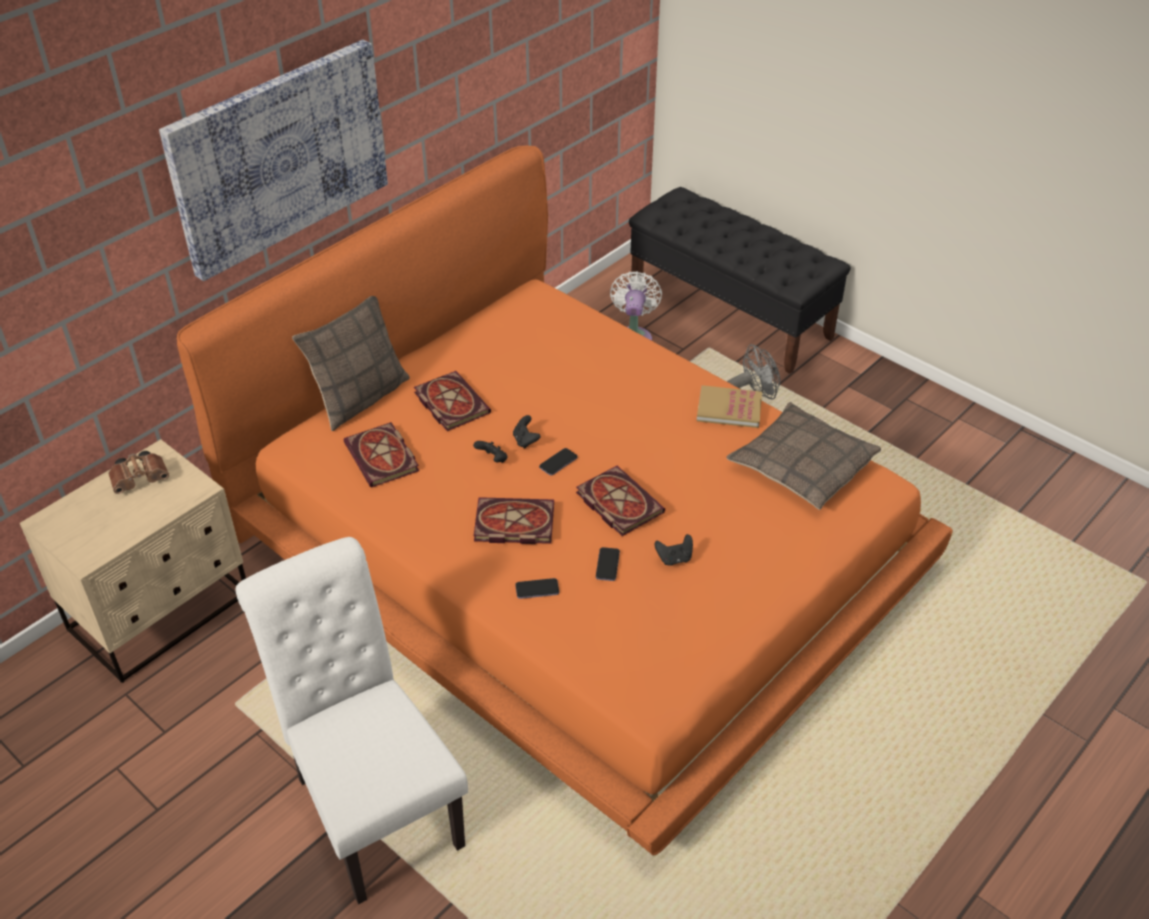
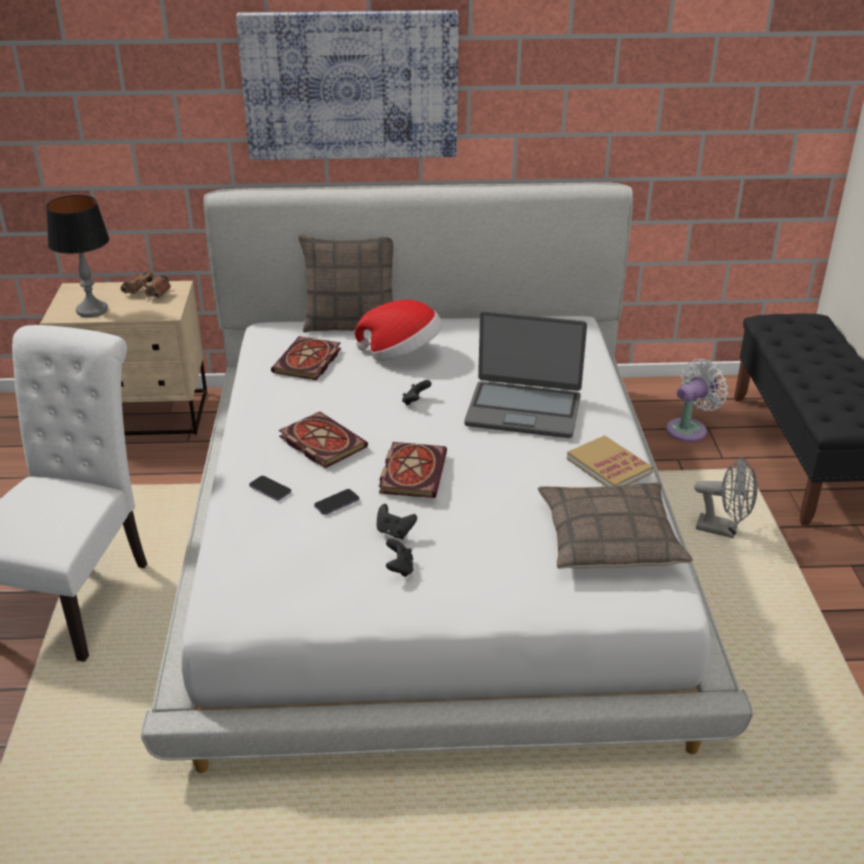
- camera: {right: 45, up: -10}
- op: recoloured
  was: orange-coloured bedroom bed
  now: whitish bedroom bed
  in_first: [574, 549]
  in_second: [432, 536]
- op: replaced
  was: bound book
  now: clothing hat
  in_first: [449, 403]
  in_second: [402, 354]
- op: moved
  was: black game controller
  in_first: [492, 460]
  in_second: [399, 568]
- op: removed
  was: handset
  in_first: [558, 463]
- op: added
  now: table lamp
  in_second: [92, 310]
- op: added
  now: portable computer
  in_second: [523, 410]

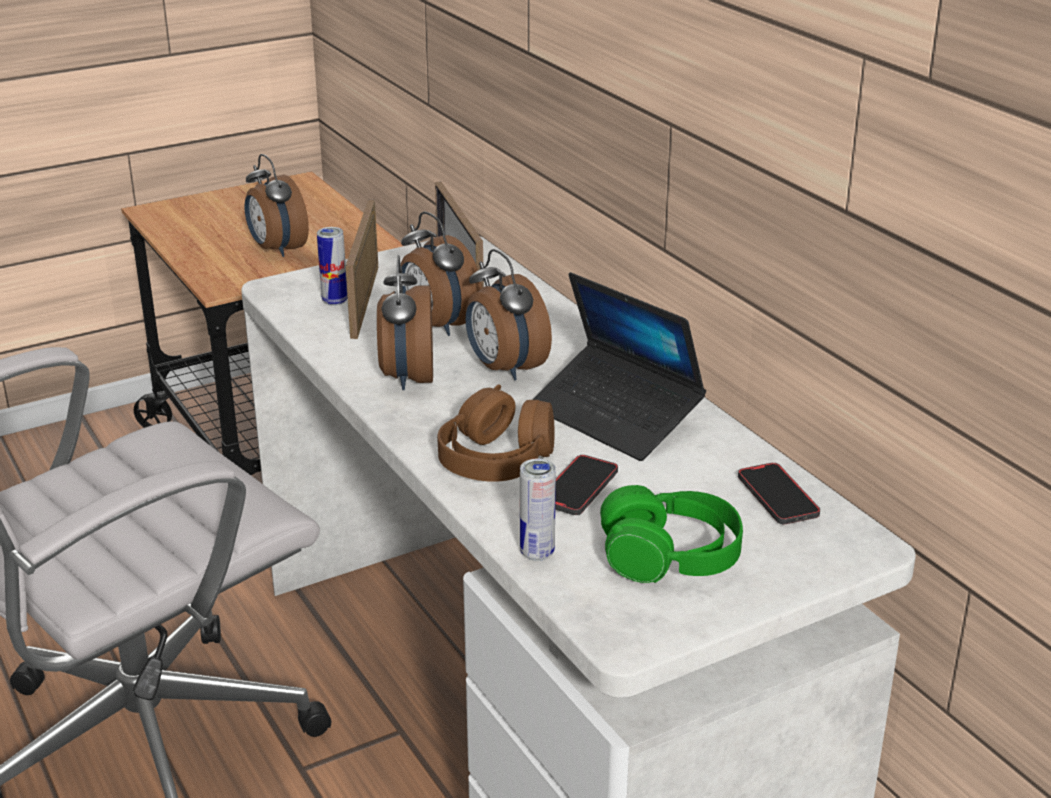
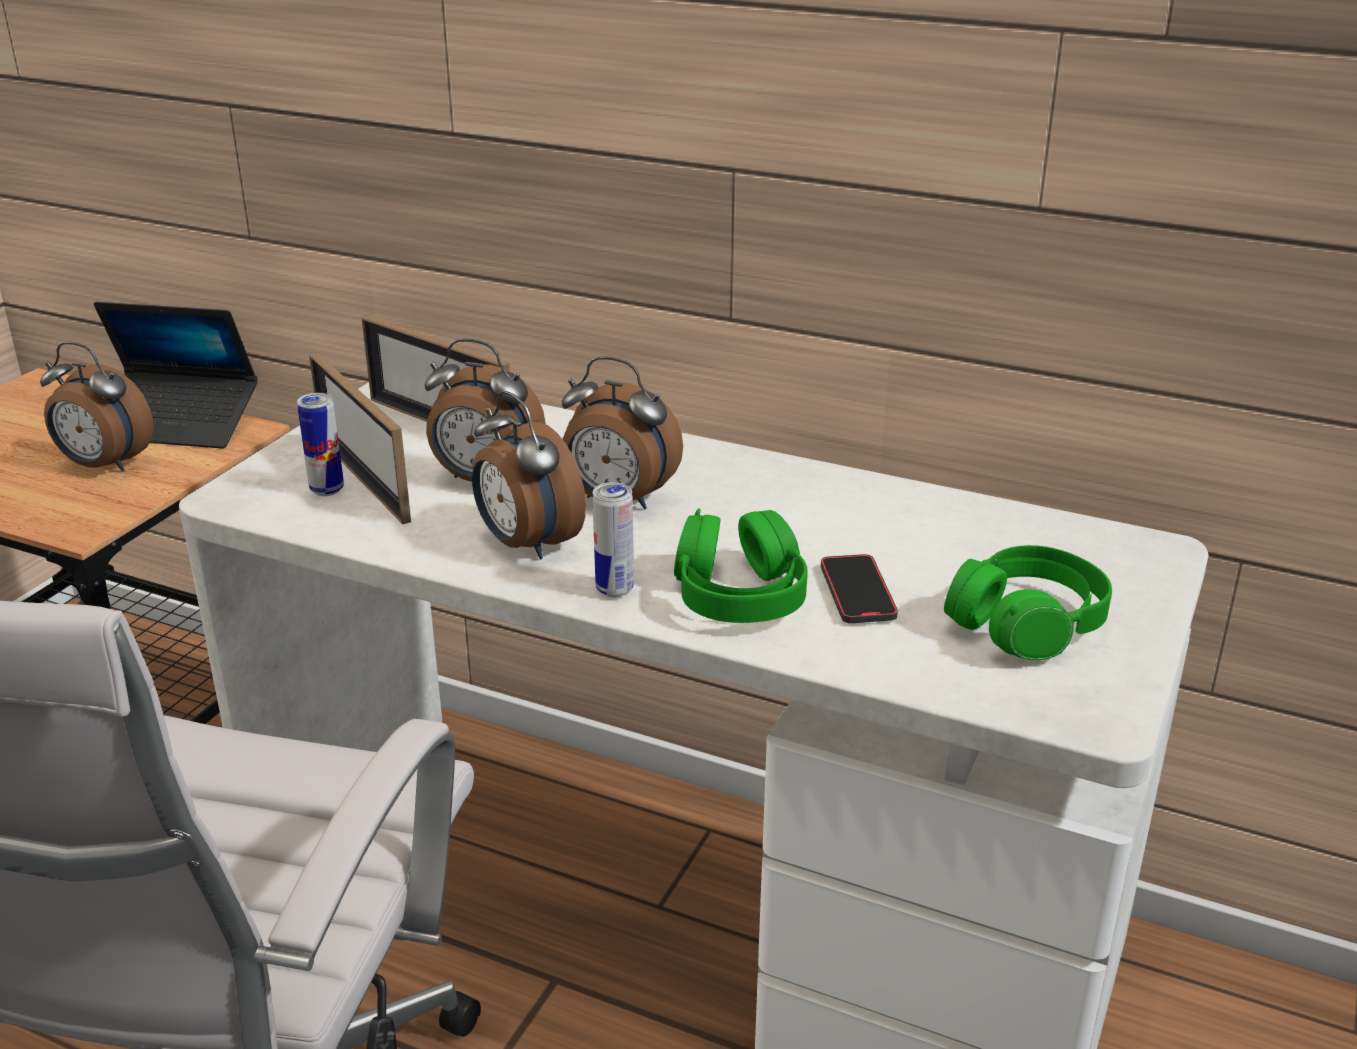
- camera: {right: -35, up: 0}
- op: recoloured
  was: brown headset
  now: greenish headset
  in_first: [496, 459]
  in_second: [739, 595]
- op: moved
  was: sealed can
  in_first: [537, 553]
  in_second: [614, 589]
- op: moved
  was: portable computer
  in_first: [615, 416]
  in_second: [178, 424]
- op: removed
  was: handset
  in_first: [777, 497]

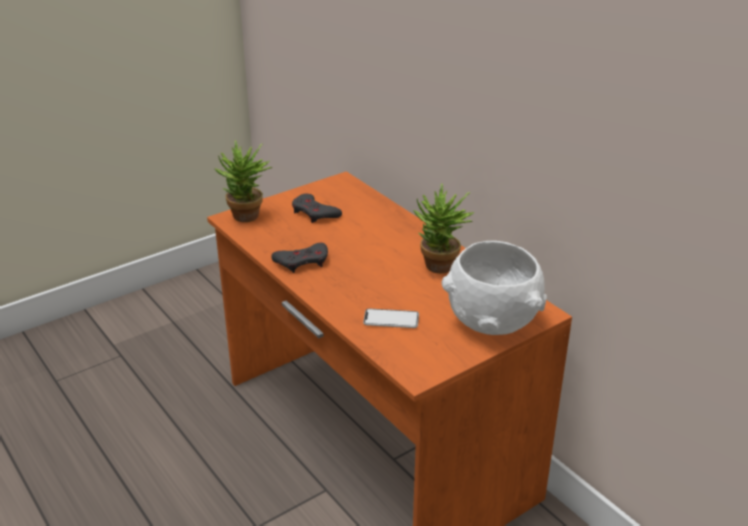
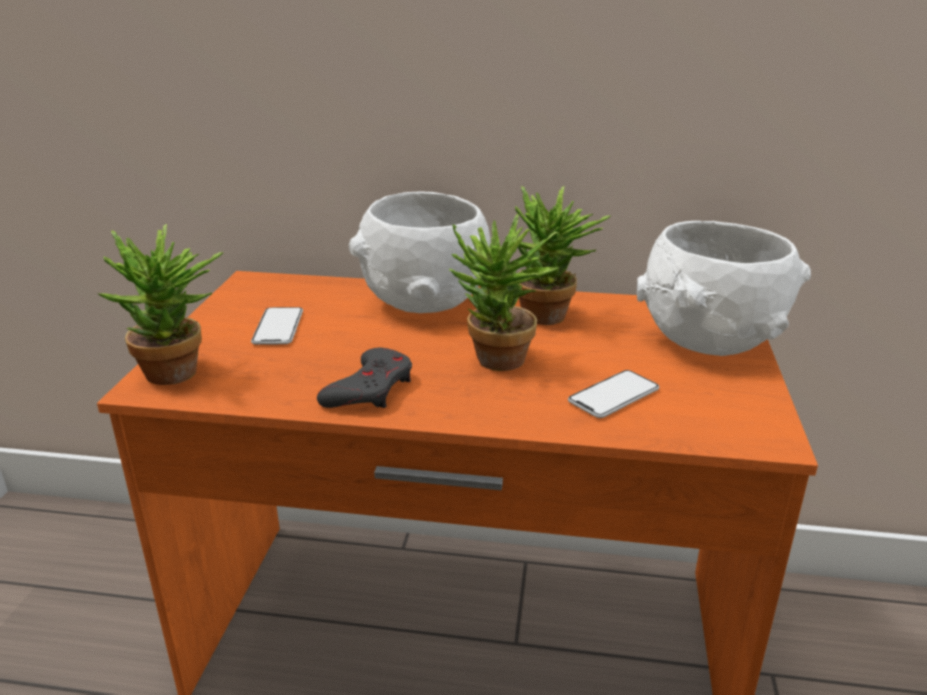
- camera: {right: -45, up: -5}
- op: replaced
  was: gray game controller
  now: handset
  in_first: [314, 213]
  in_second: [278, 327]
- op: added
  now: whitish deep dish
  in_second: [424, 303]
- op: added
  now: houseplant
  in_second: [497, 364]

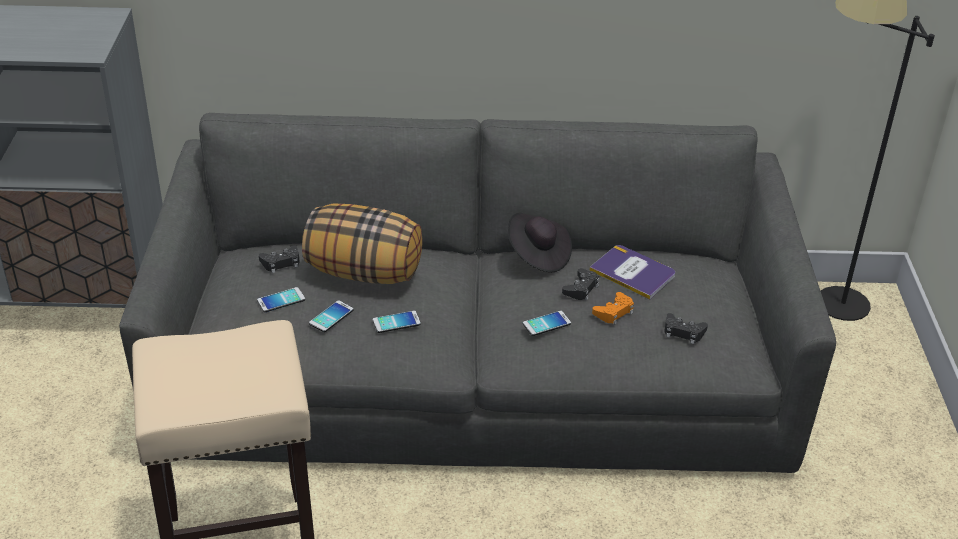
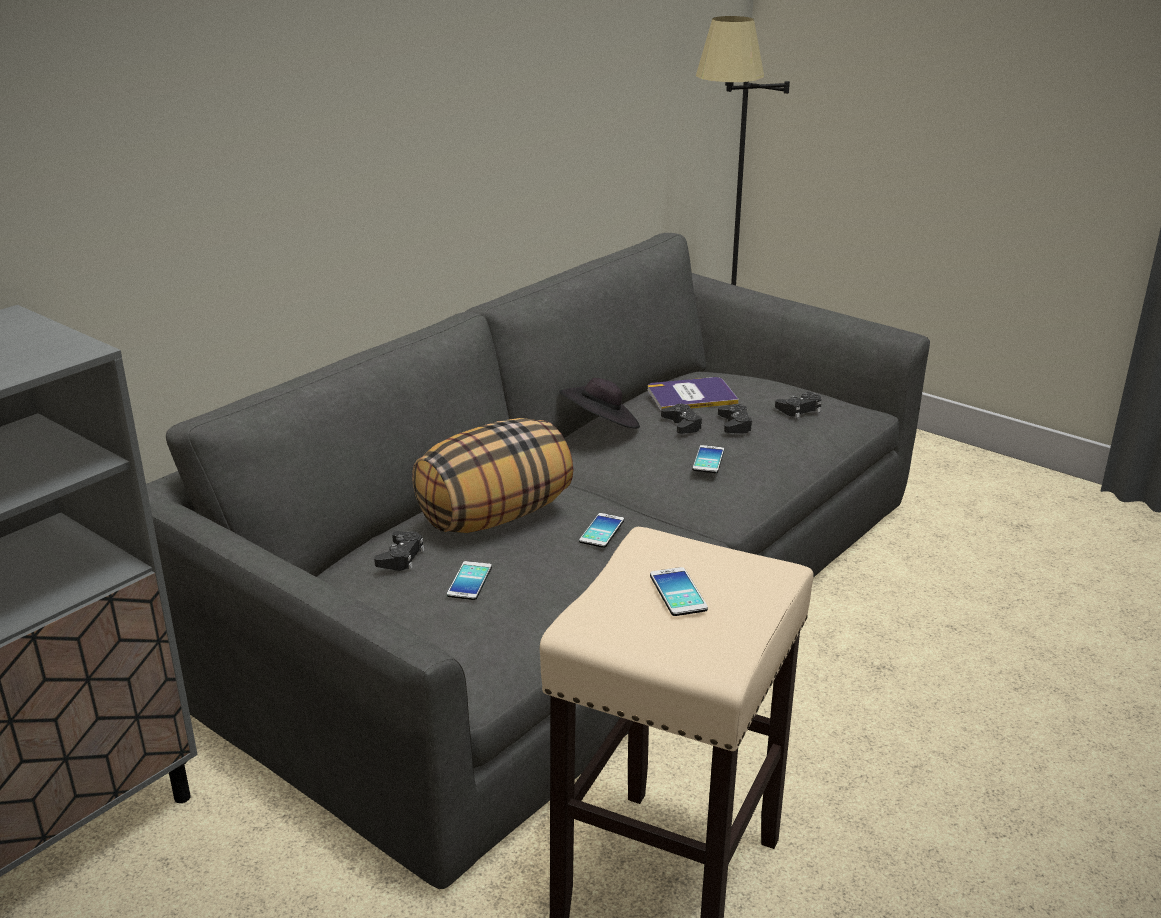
- camera: {right: -50, up: -10}
- op: moved
  was: handset
  in_first: [331, 317]
  in_second: [678, 592]
- op: recoloured
  was: orange-coloured game controller
  now: black game controller
  in_first: [614, 312]
  in_second: [735, 424]

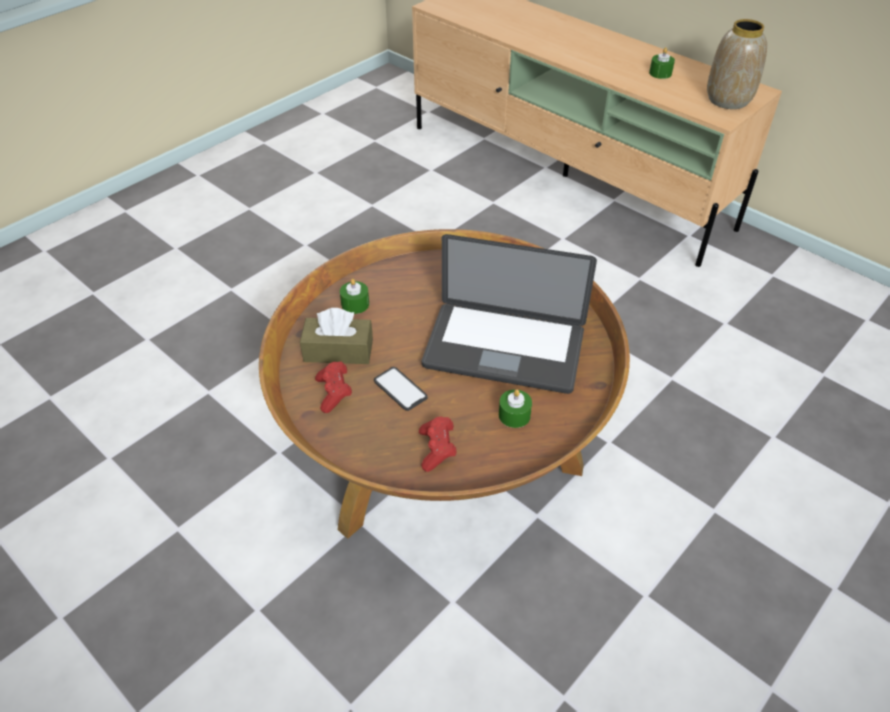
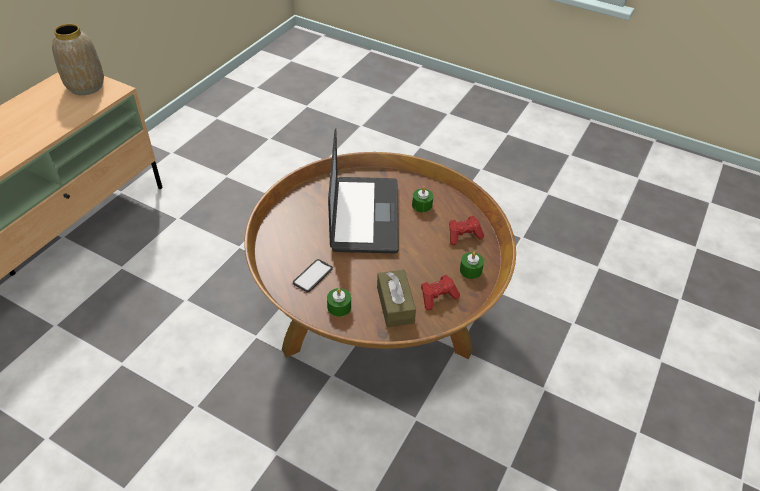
- camera: {right: -105, up: 0}
- op: moved
  was: handset
  in_first: [400, 389]
  in_second: [312, 276]
- op: moved
  was: greenish wax candle
  in_first: [660, 73]
  in_second: [470, 270]

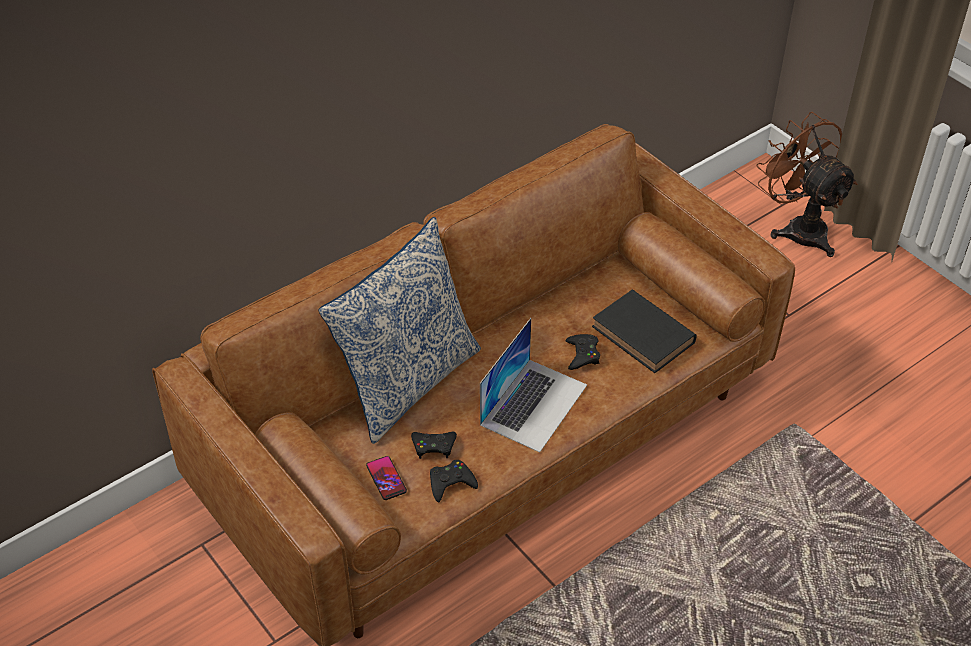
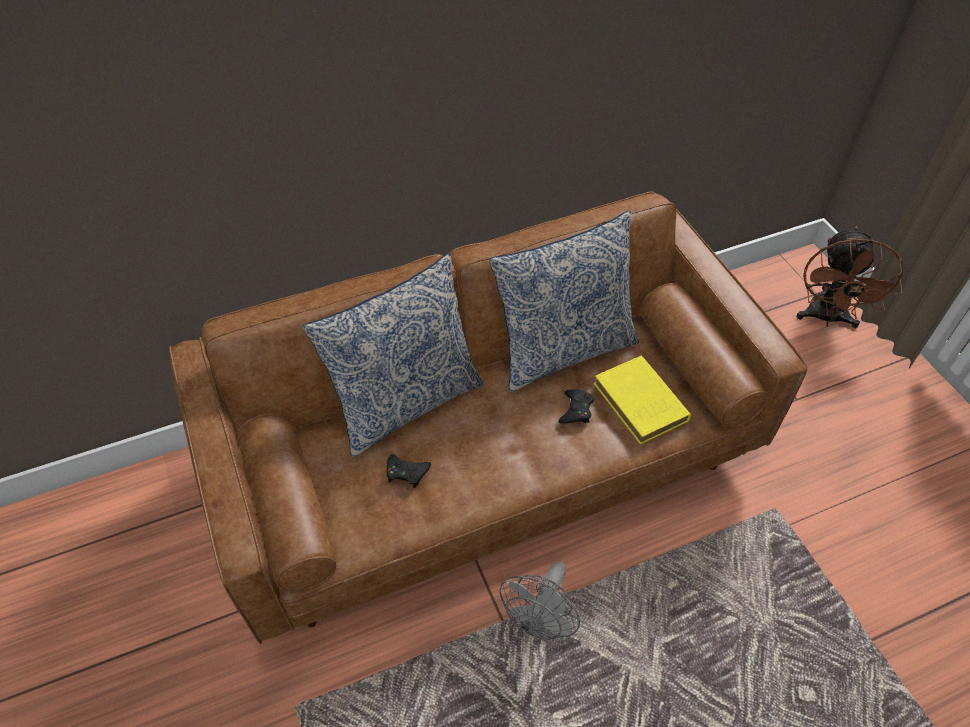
- camera: {right: 15, up: 5}
- op: removed
  was: handset
  in_first: [386, 478]
- op: removed
  was: black game controller
  in_first: [451, 483]
- op: removed
  was: portable computer
  in_first: [534, 404]
- op: recoloured
  was: black bound book
  now: yellow-coloured bound book
  in_first: [645, 336]
  in_second: [642, 404]
- op: turned
  was: brown cooling fan
  in_first: [798, 228]
  in_second: [826, 318]
  clockwise: -150
- op: added
  now: throw pillow
  in_second: [563, 349]
- op: added
  now: gray cooling fan
  in_second: [540, 624]

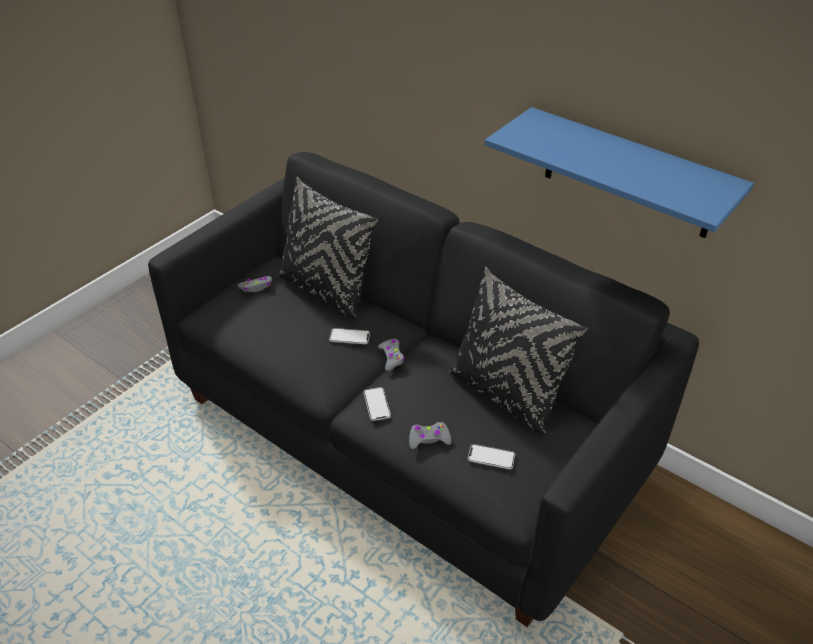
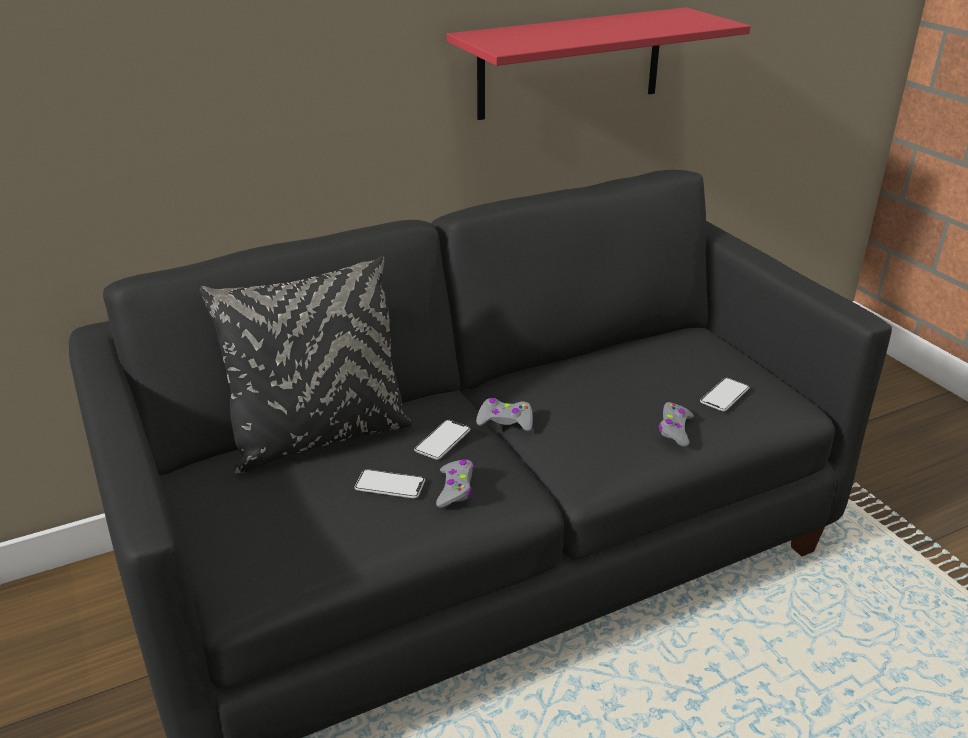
- camera: {right: -65, up: -10}
- op: moved
  was: gray game controller
  in_first: [256, 287]
  in_second: [455, 489]
- op: moved
  was: handset
  in_first: [377, 404]
  in_second: [390, 485]
- op: removed
  was: black throw pillow
  in_first: [505, 395]
- op: recoloured
  was: bluish shelf
  now: red shelf
  in_first: [628, 174]
  in_second: [571, 63]

